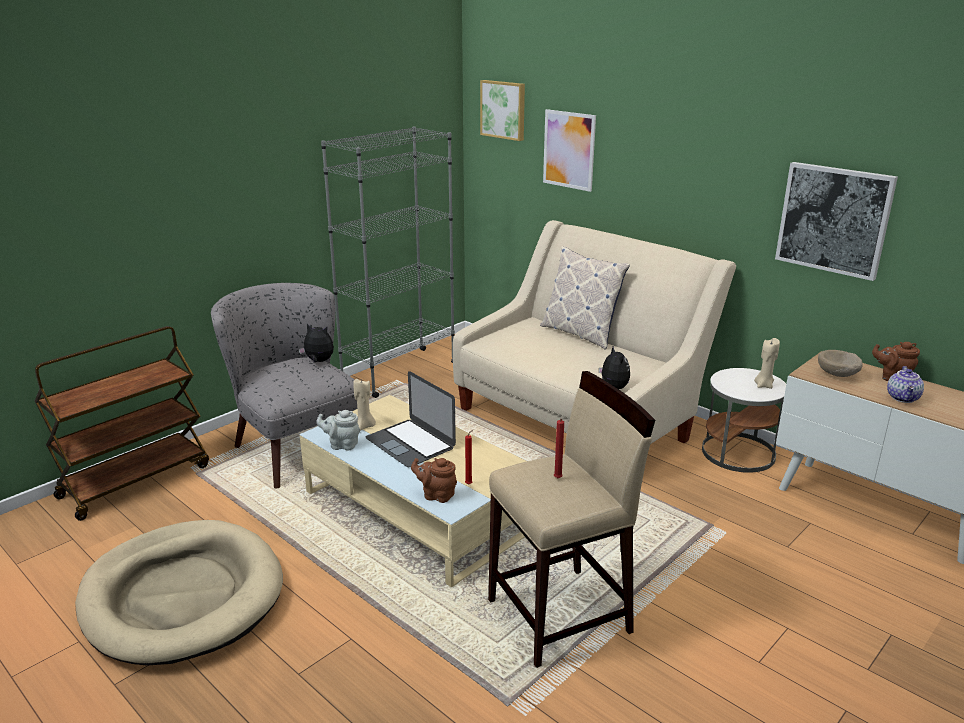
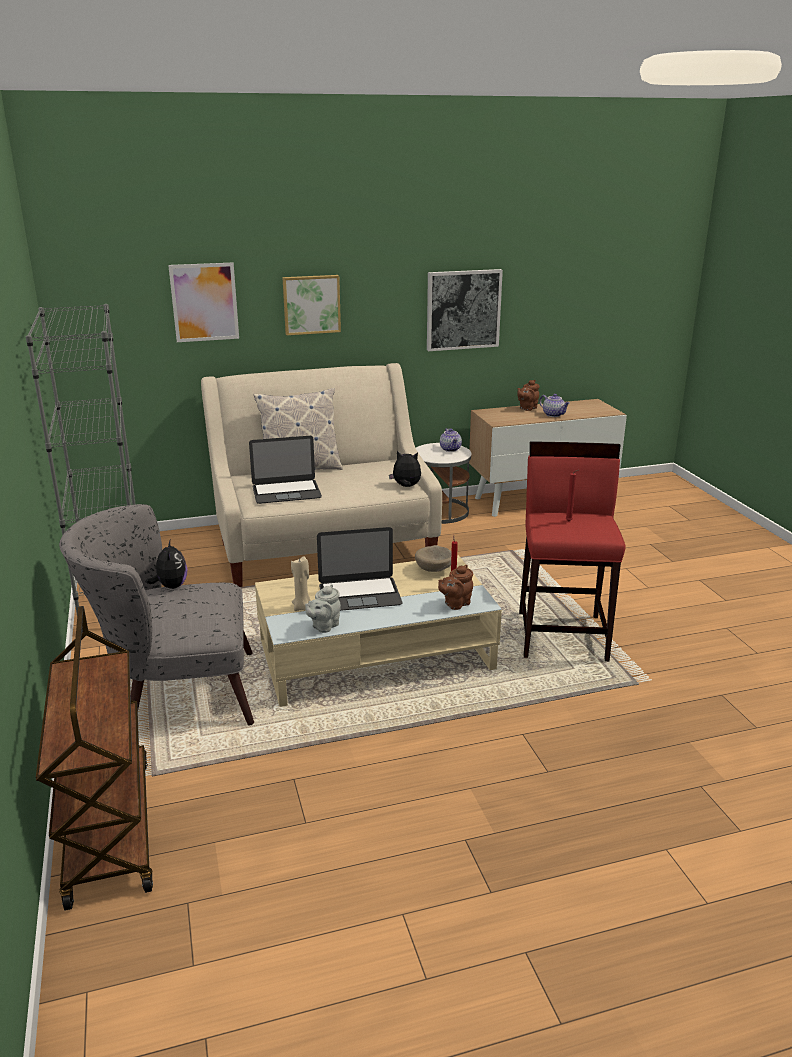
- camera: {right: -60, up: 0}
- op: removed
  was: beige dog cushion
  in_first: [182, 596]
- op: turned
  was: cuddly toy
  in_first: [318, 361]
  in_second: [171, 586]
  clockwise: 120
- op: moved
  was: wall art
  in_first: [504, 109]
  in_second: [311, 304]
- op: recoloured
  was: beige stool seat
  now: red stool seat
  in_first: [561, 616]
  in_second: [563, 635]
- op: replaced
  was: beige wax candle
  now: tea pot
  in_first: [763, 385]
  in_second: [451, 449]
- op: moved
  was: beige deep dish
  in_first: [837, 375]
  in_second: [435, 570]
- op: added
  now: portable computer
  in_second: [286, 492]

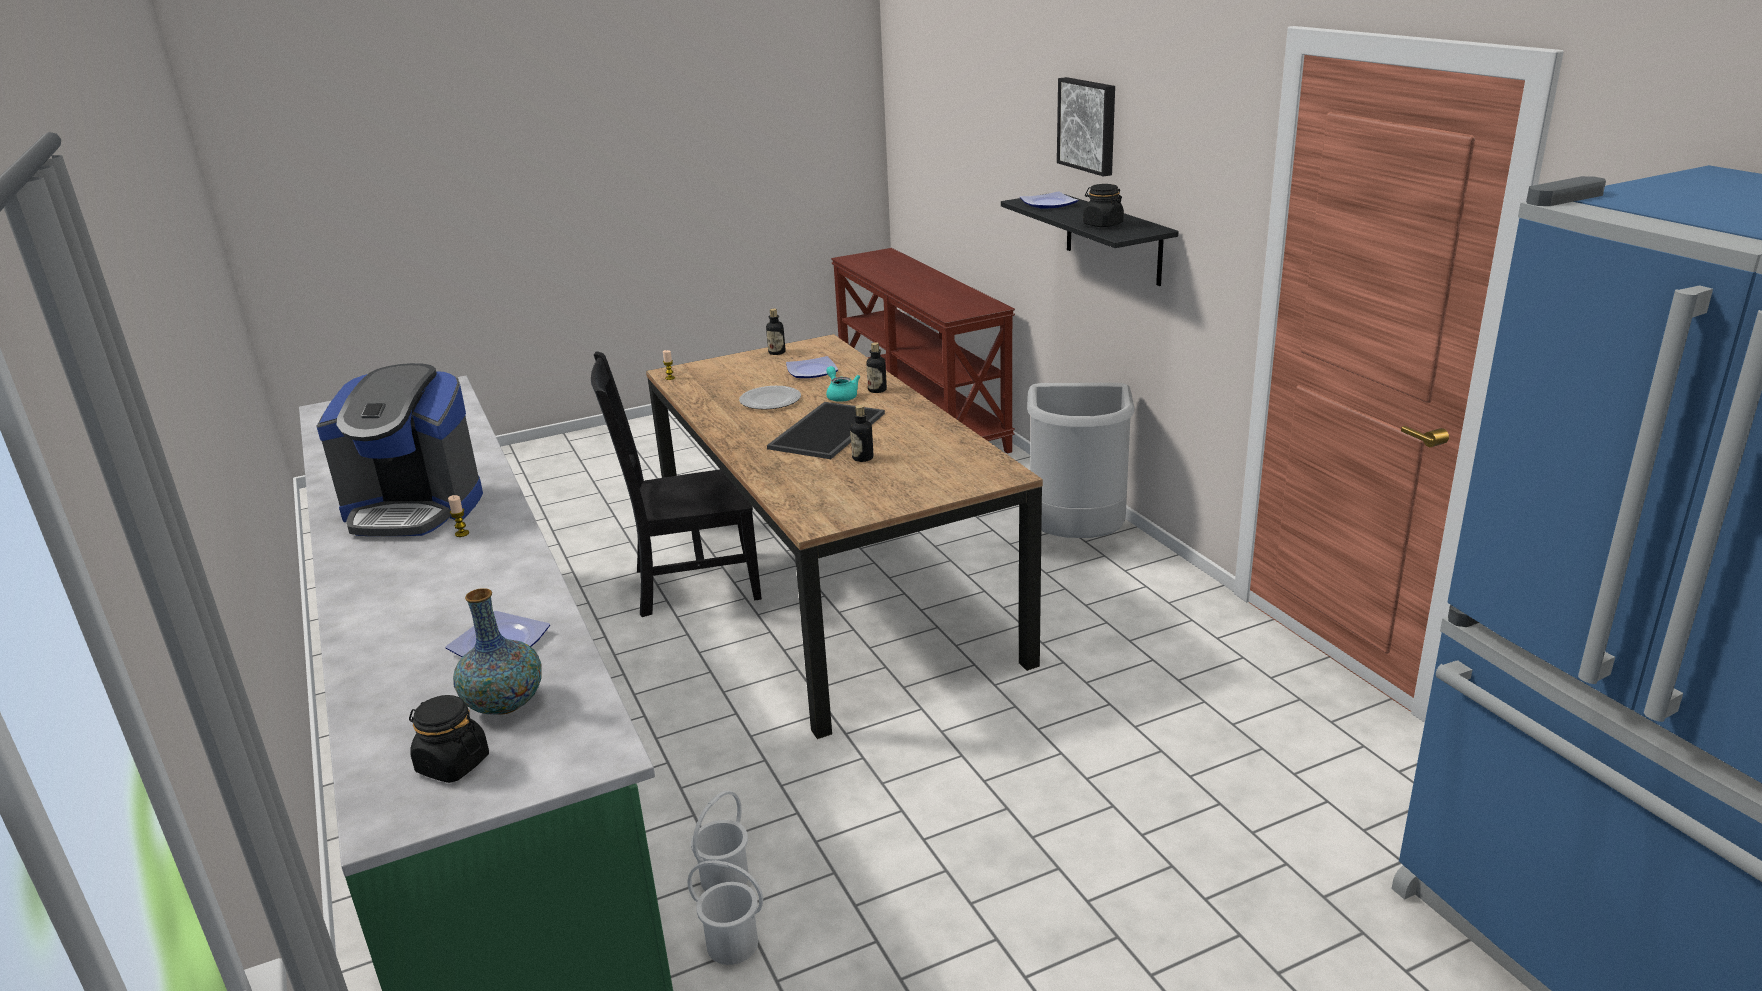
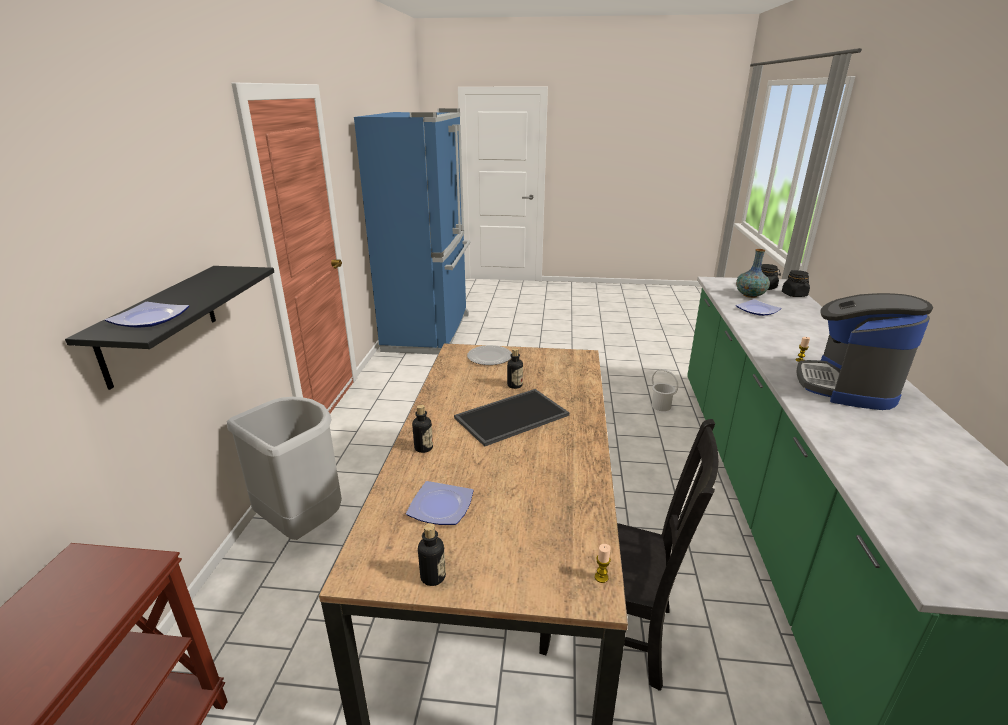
- camera: {right: -150, up: 0}
- op: turned
  was: coffee maker
  in_first: [414, 509]
  in_second: [847, 386]
  clockwise: -105
- op: removed
  was: whitish bucket
  in_first: [725, 878]
- op: moved
  was: dinner plate
  in_first: [770, 400]
  in_second: [489, 357]
- op: removed
  was: turquoise-coloured tea pot
  in_first: [841, 395]
- op: removed
  was: wall art
  in_first: [1089, 125]
- op: moved
  was: black storage jar
  in_first: [1102, 224]
  in_second: [794, 295]

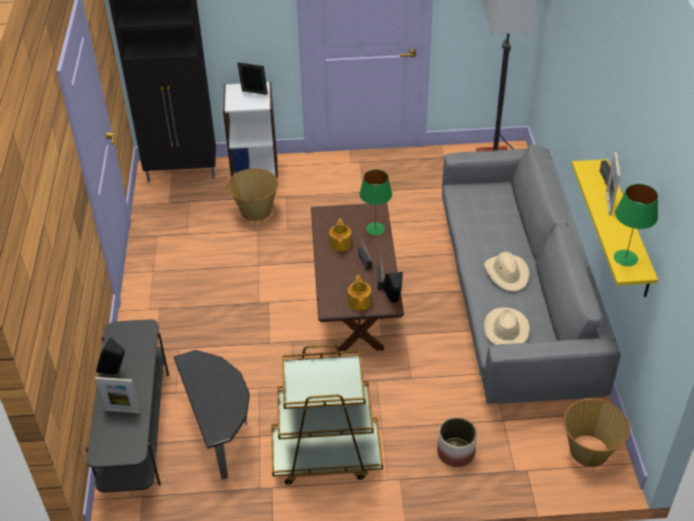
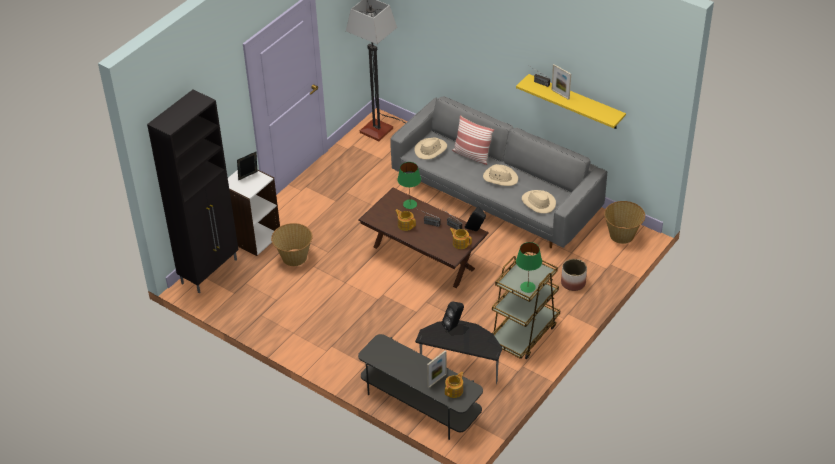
- camera: {right: -50, up: 0}
- op: moved
  was: black loudspeaker
  in_first: [115, 372]
  in_second: [453, 326]
- op: moved
  was: greenish table lamp
  in_first: [626, 258]
  in_second: [527, 287]
- op: added
  now: beige clothing hat
  in_second: [431, 150]
- op: added
  now: tea pot
  in_second: [454, 390]
- op: added
  now: throw pillow
  in_second: [472, 155]

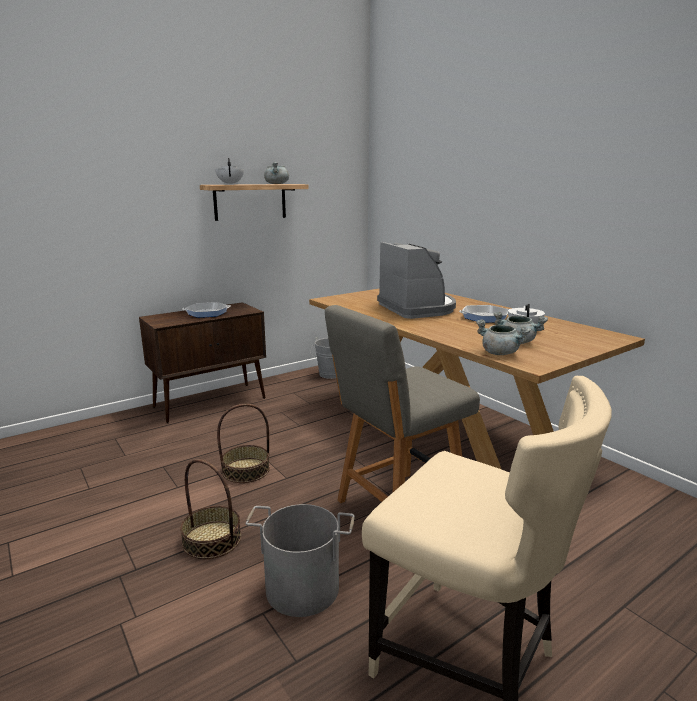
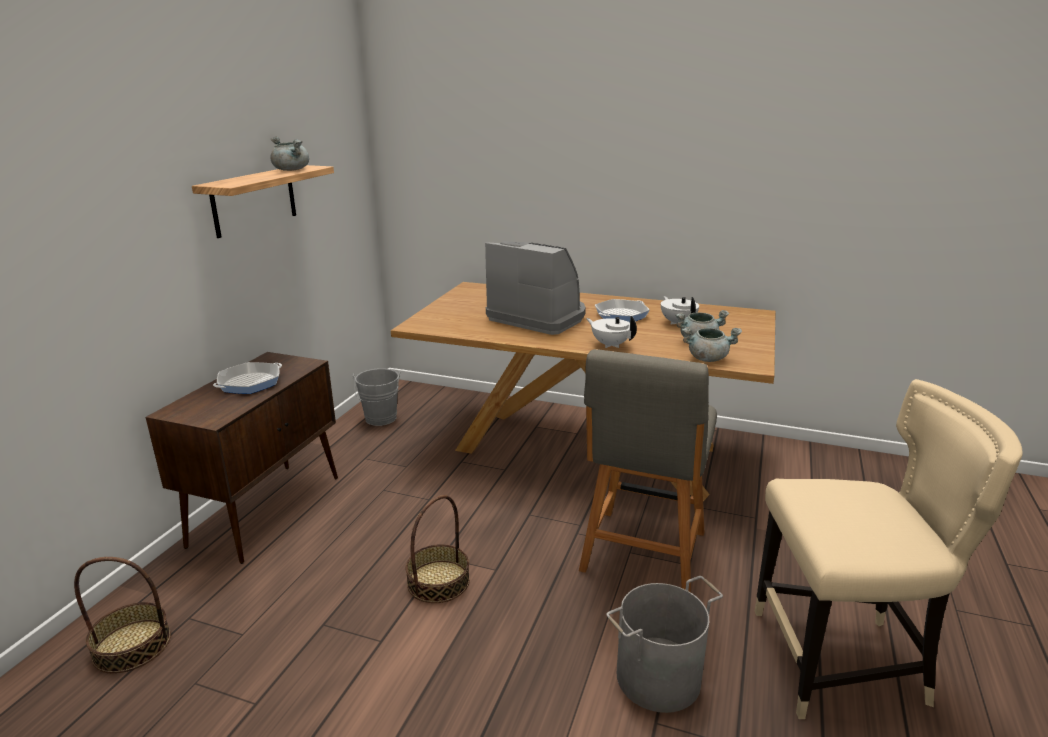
- camera: {right: -35, up: 5}
- op: moved
  was: basket
  in_first: [212, 539]
  in_second: [132, 645]
- op: moved
  was: whitish tea pot
  in_first: [230, 184]
  in_second: [610, 345]

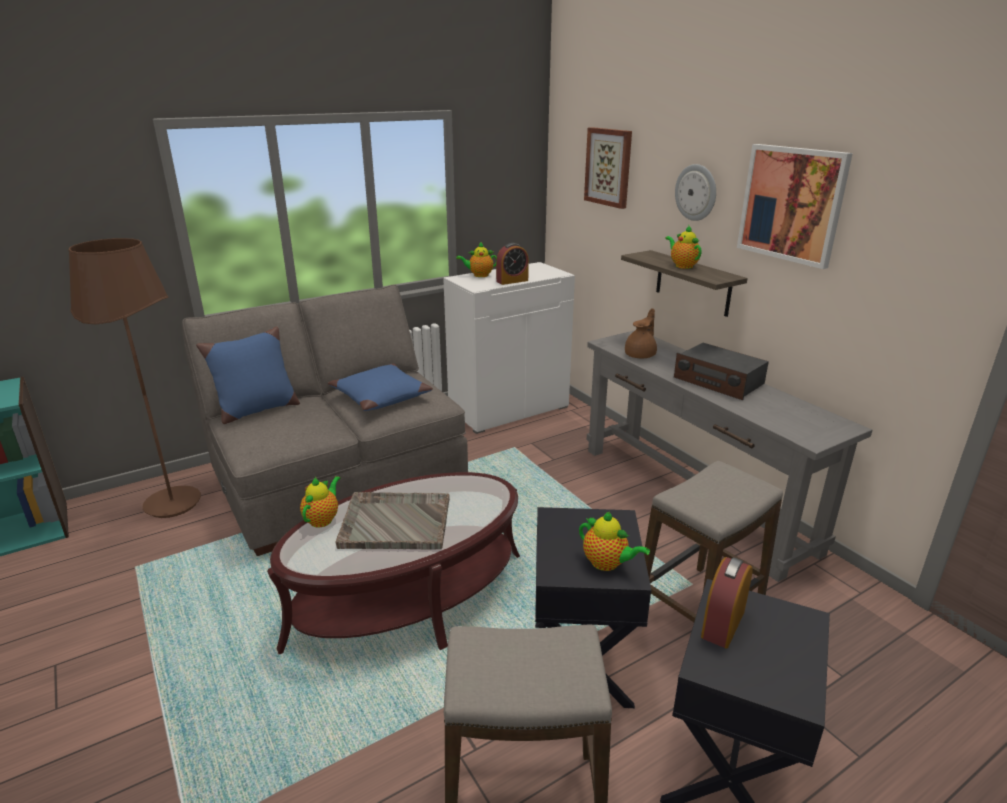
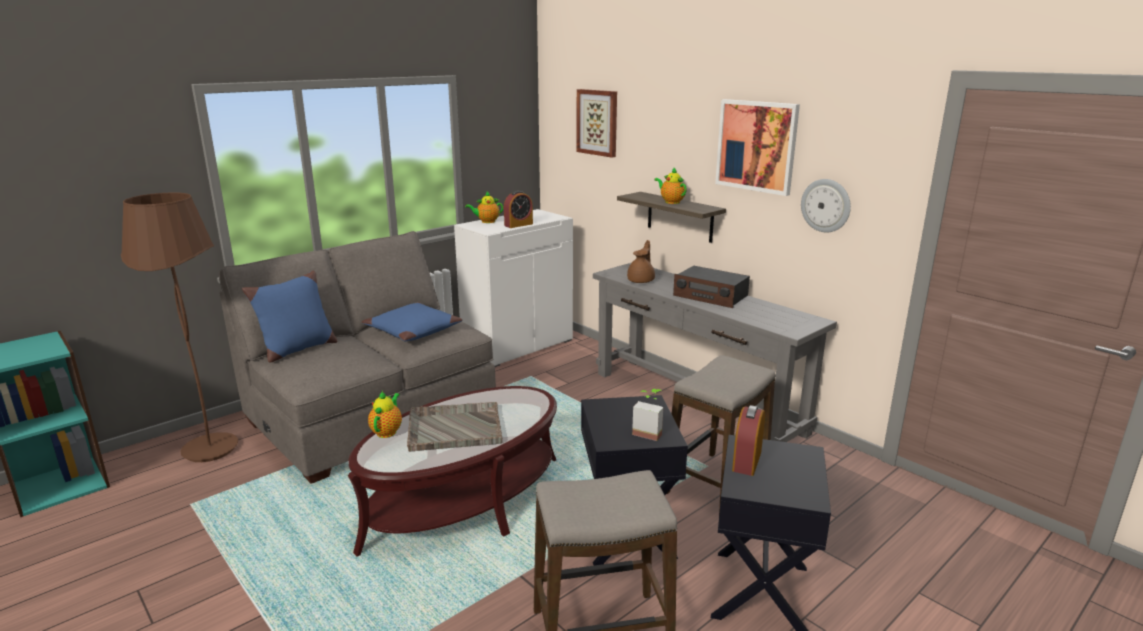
- camera: {right: -10, up: -5}
- op: replaced
  was: tea pot
  now: houseplant
  in_first: [607, 564]
  in_second: [649, 432]
- op: moved
  was: wall clock
  in_first: [696, 192]
  in_second: [826, 205]

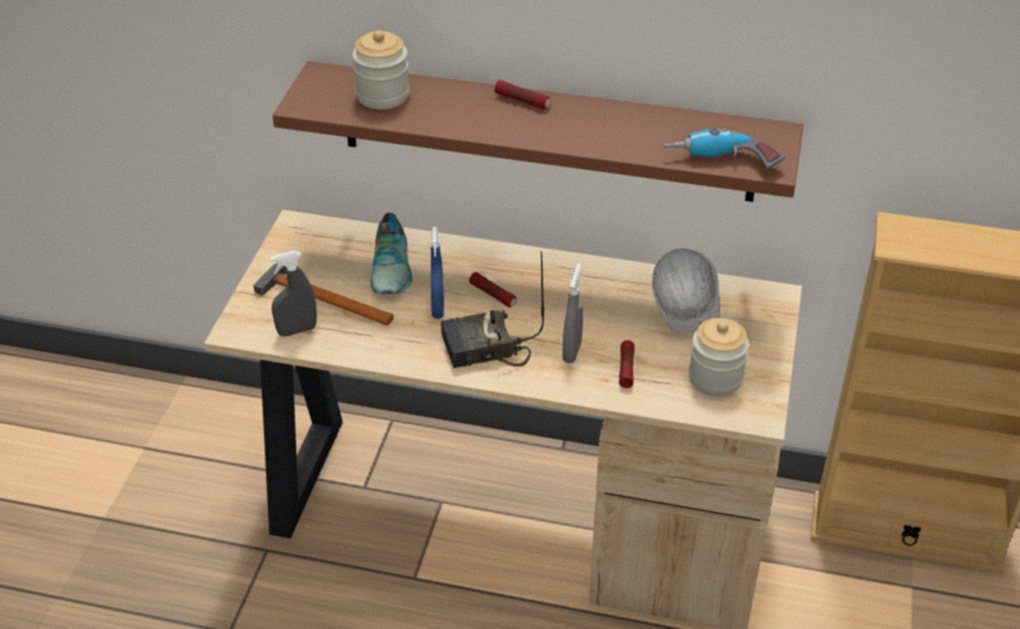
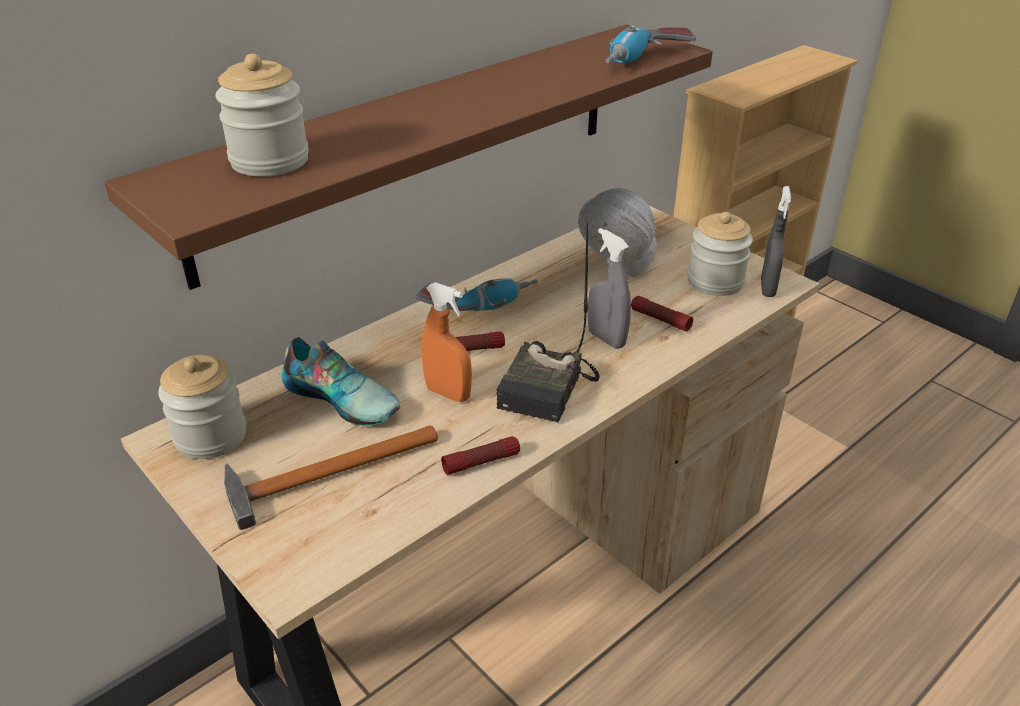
- camera: {right: -55, up: -5}
- op: moved
  was: gray hand sprayer
  in_first: [297, 330]
  in_second: [767, 288]
- op: recoloured
  was: bluish hand sprayer
  now: orange-coloured hand sprayer
  in_first: [438, 308]
  in_second: [448, 393]
- op: moved
  was: torch
  in_first: [522, 101]
  in_second: [481, 462]
- op: added
  now: storage jar
  in_second: [210, 436]
- op: added
  now: power drill
  in_second: [478, 303]

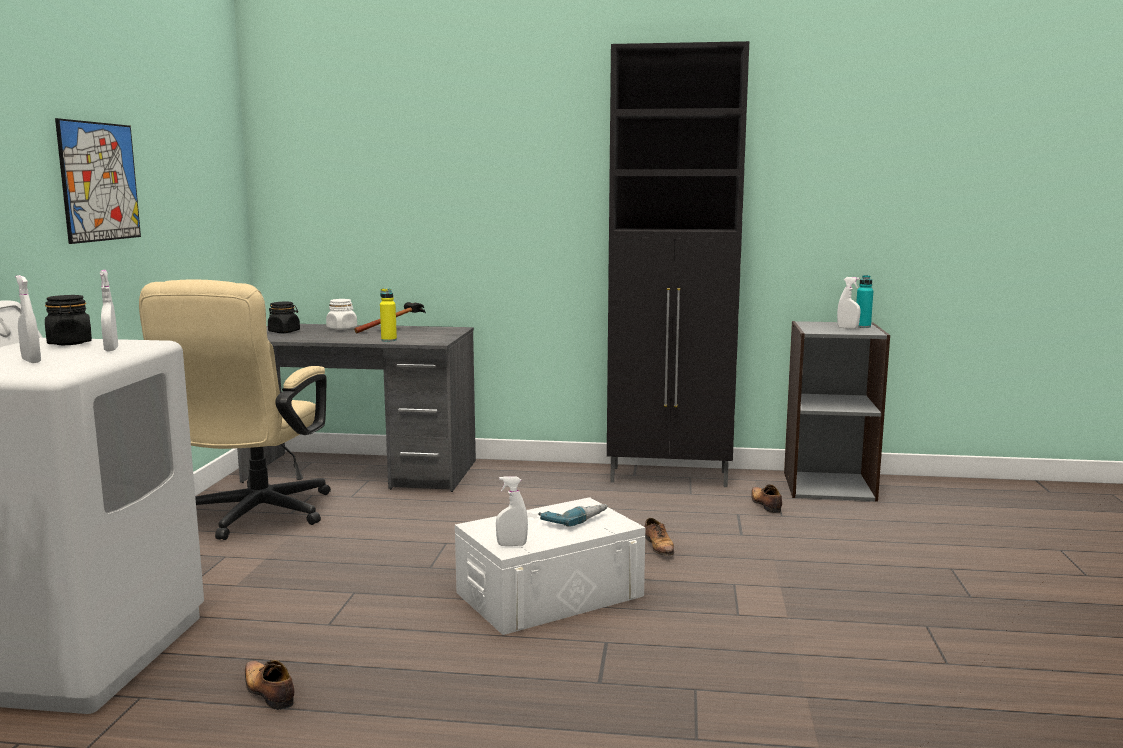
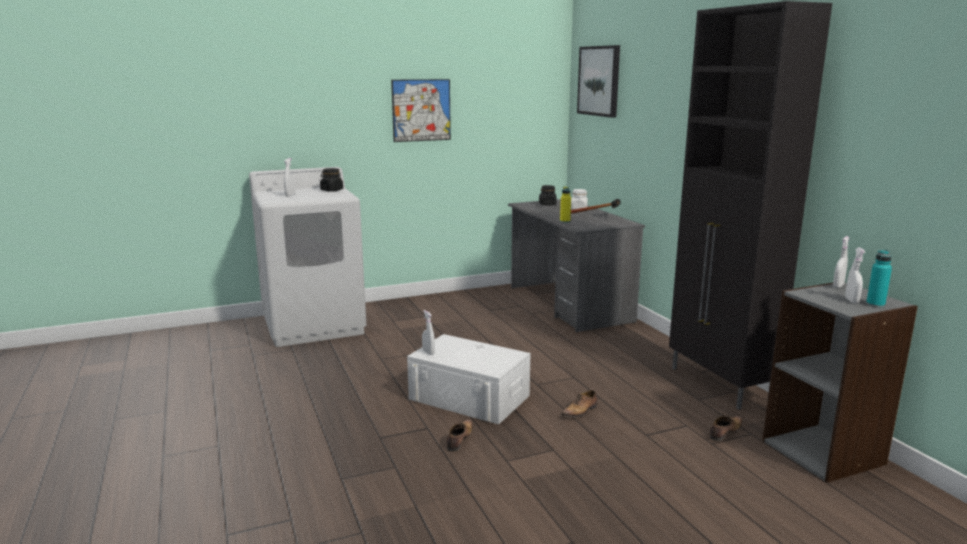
- camera: {right: 60, up: 5}
- op: moved
  was: whitish hand sprayer
  in_first: [111, 349]
  in_second: [838, 286]
- op: removed
  was: beige desk chair
  in_first: [252, 517]
- op: moved
  was: item of footwear
  in_first: [268, 692]
  in_second: [459, 439]
- op: removed
  was: power drill
  in_first: [573, 519]
- op: added
  now: wall art
  in_second: [599, 81]

